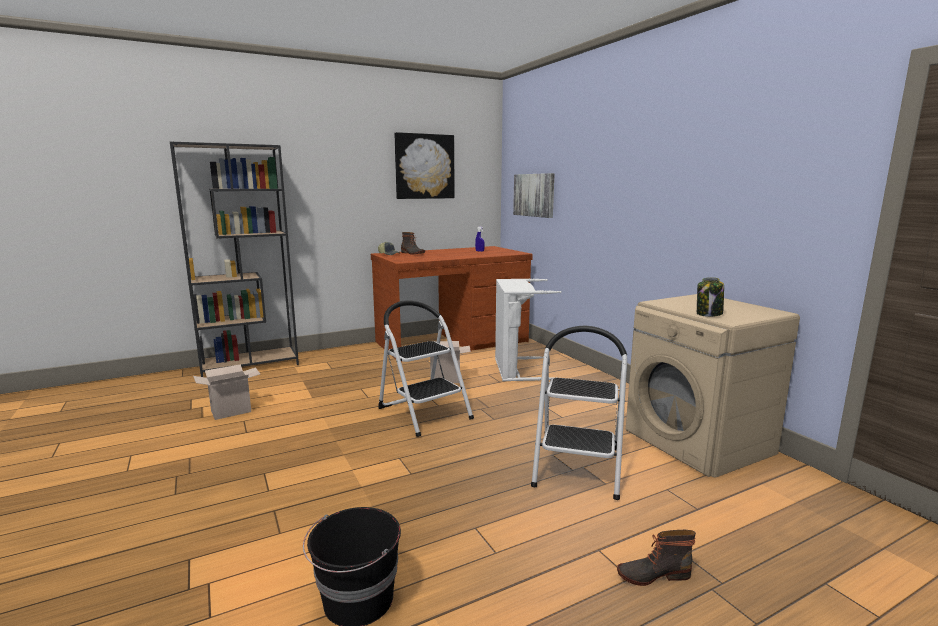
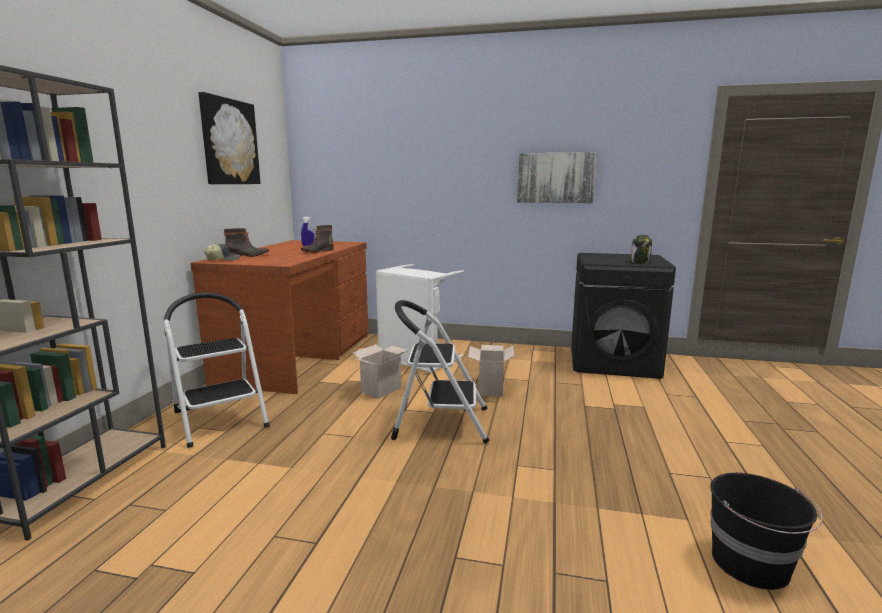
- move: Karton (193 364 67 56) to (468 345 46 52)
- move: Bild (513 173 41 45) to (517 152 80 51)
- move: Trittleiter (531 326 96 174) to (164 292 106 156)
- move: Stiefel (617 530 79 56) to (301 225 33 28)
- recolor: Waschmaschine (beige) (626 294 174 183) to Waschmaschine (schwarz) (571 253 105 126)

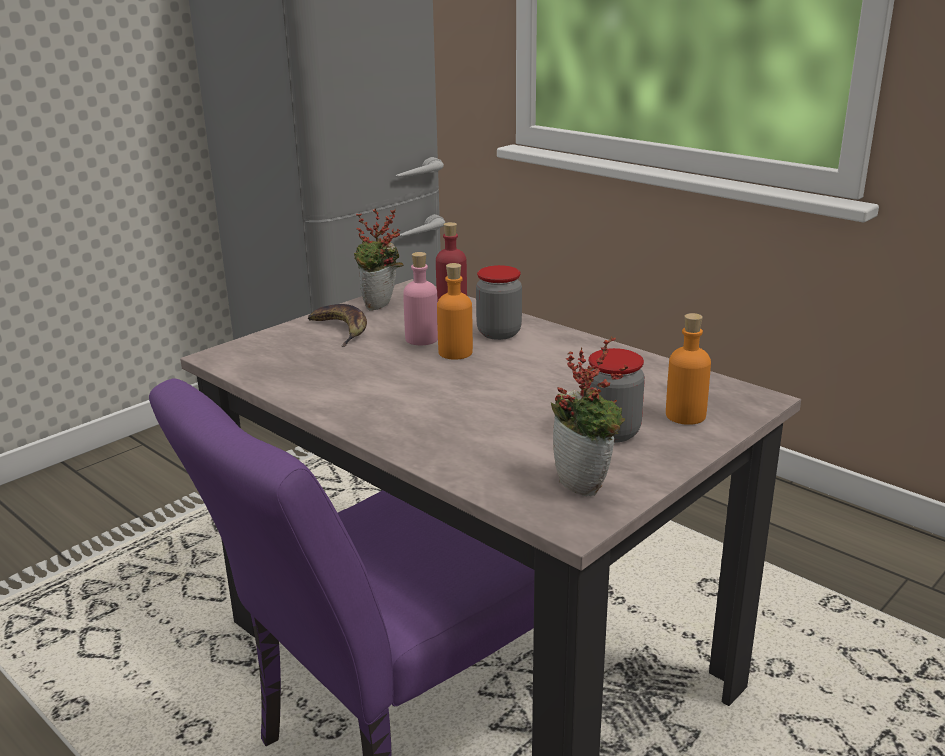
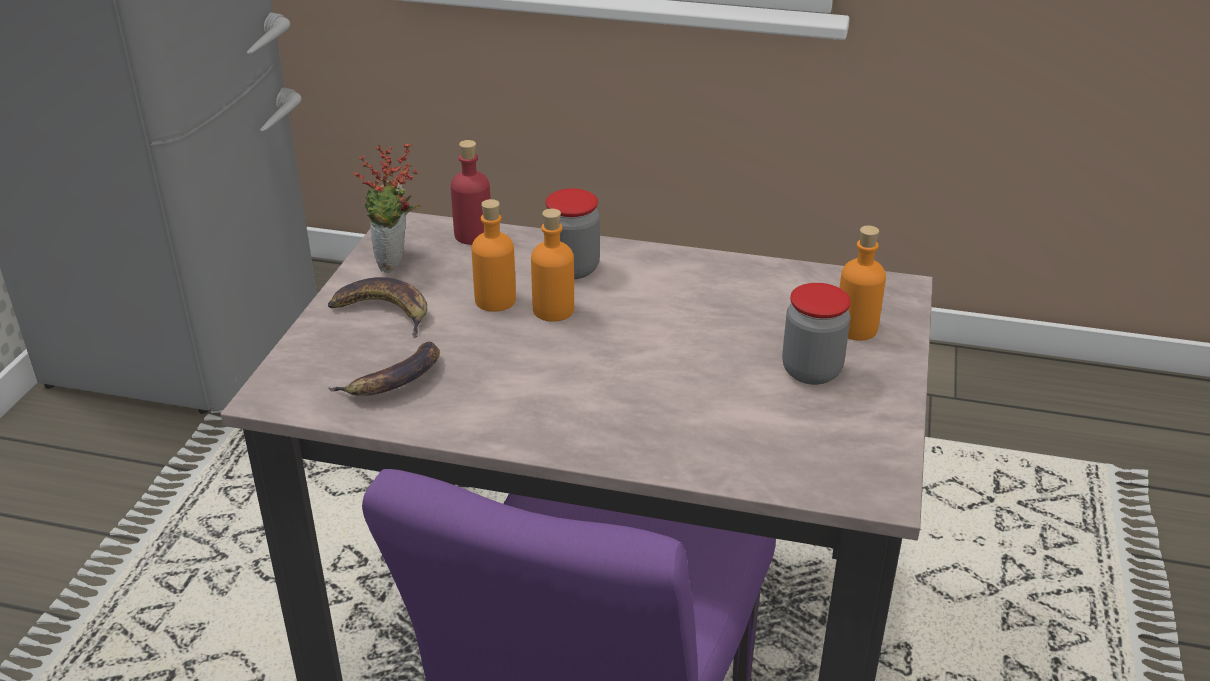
- delete: Topfpflanze (551 336 78 161)
- insert: Banane (328 342 112 54)
- recolor: Flasche (rosa) (403 252 35 93) to Flasche (orange) (472 199 44 113)

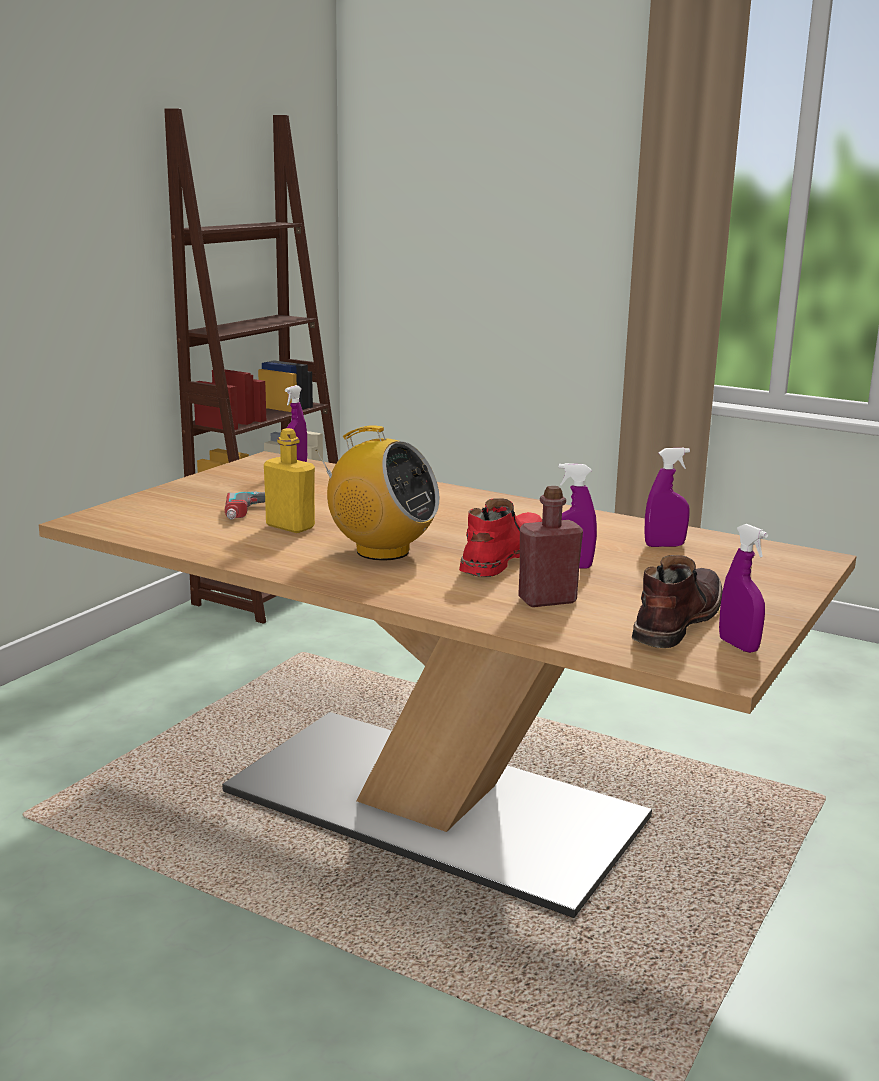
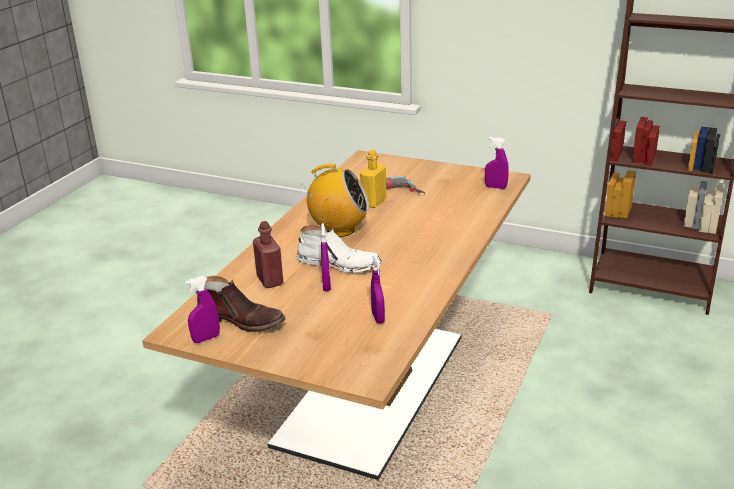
- recolor: Stiefel (rot) (459 498 83 79) to Stiefel (weiß) (297 225 85 48)
- rotate: Radio (316 425 123 135) = (301 163 68 74) 105 degrees counterclockwise

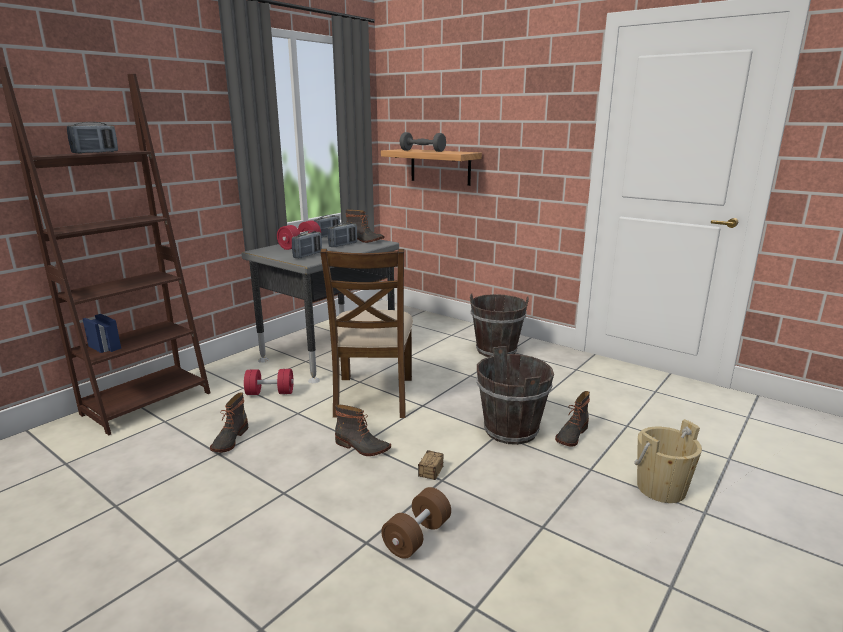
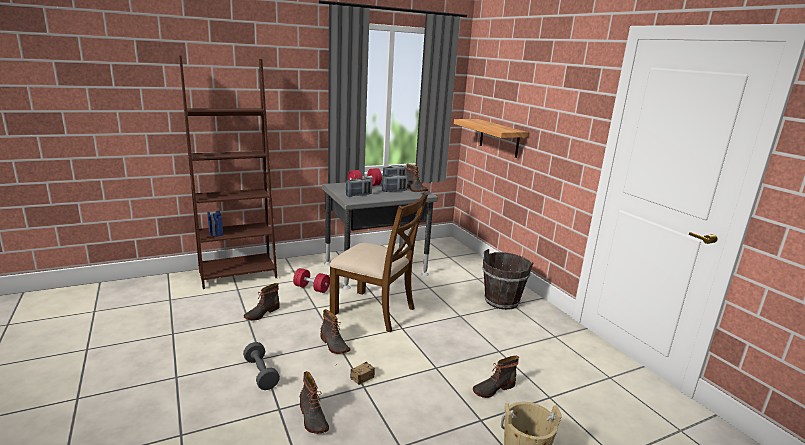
- delete: Radio (67 122 51 32)
- delete: Eimer (braun) (477 346 77 99)
- move: Hantel (grau) (400 132 46 20) to (243 342 37 48)
- replace: Hantel (braun) (381 487 70 72) to Stiefel (300 371 29 63)
- rotate: Stuhl (braun) (320 249 93 169) = (329 192 99 140) 90 degrees counterclockwise

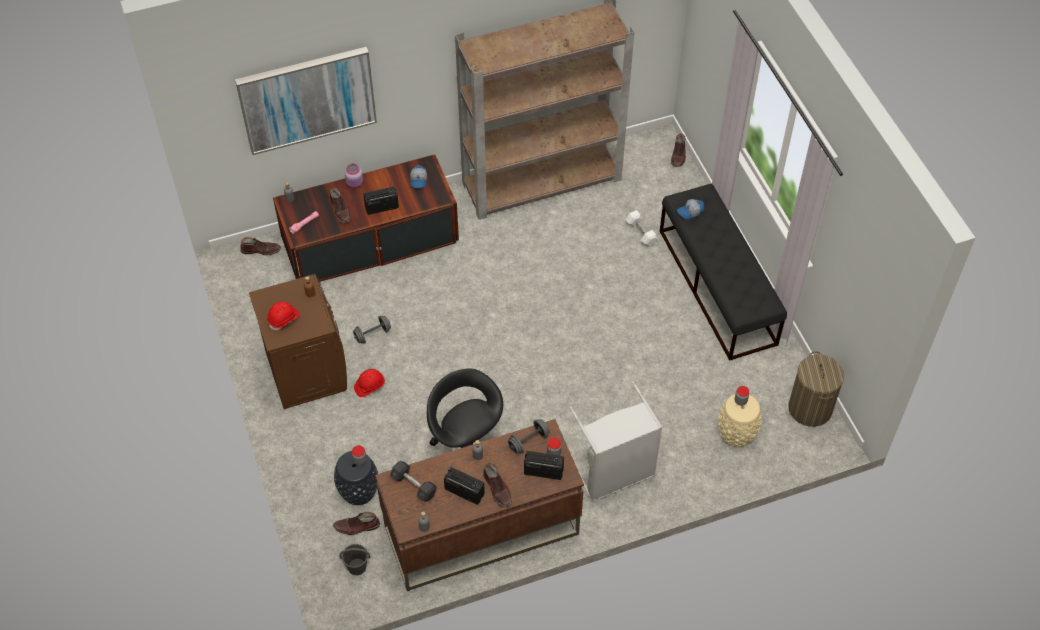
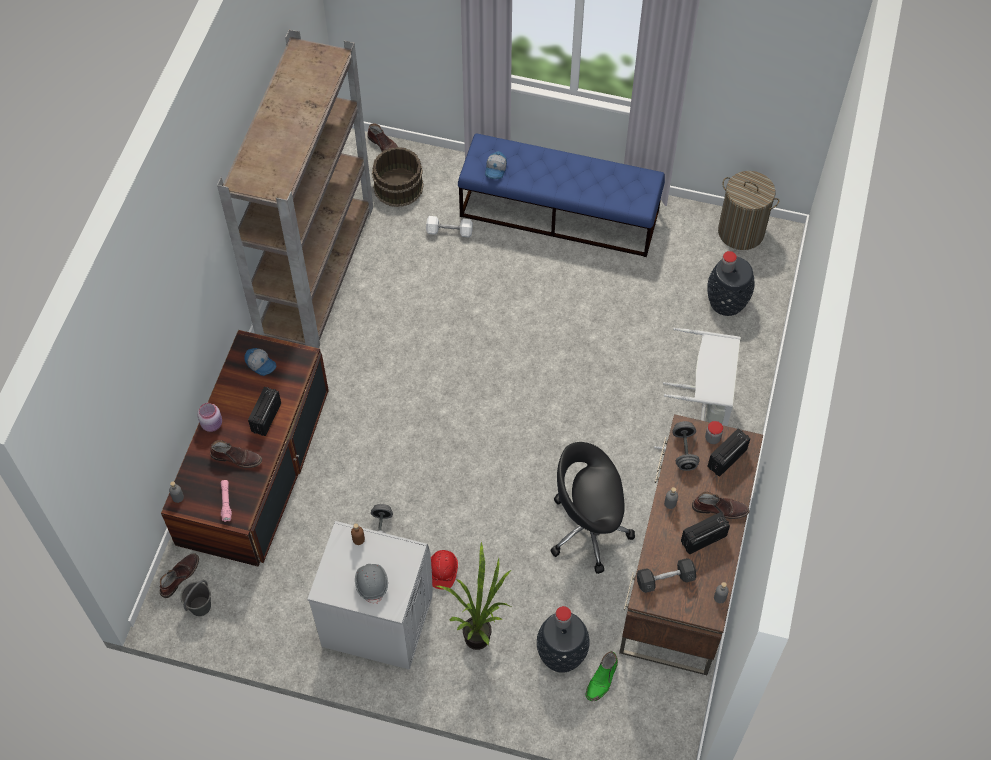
- delete: Bild (235 47 142 108)
- insert: Eimer (braun) (372 147 52 60)
- insert: Topfpflanze (436 541 76 109)
- move: Eimer (grau) (339 544 31 31) to (181 580 30 36)
- recolor: Waschmaschine (braun) (249 274 98 135) to Waschmaschine (weiß) (308 521 125 149)
- recolor: Schutzhelm (rot) (267 302 33 28) to Schutzhelm (grau) (355 564 33 40)
- recolor: Stiefel (braun) (333 512 47 23) to Stiefel (grün) (586 651 32 50)
- recolor: Bank (schwarz) (660 184 127 177) to Bank (blau) (458 133 207 124)
- recolor: Hocker (beige) (718 394 44 53) to Hocker (schwarz) (707 257 48 59)

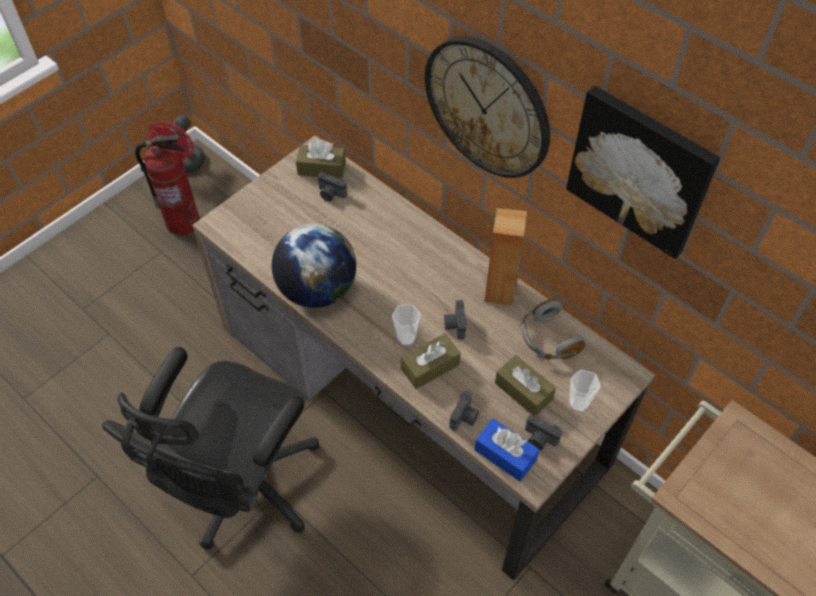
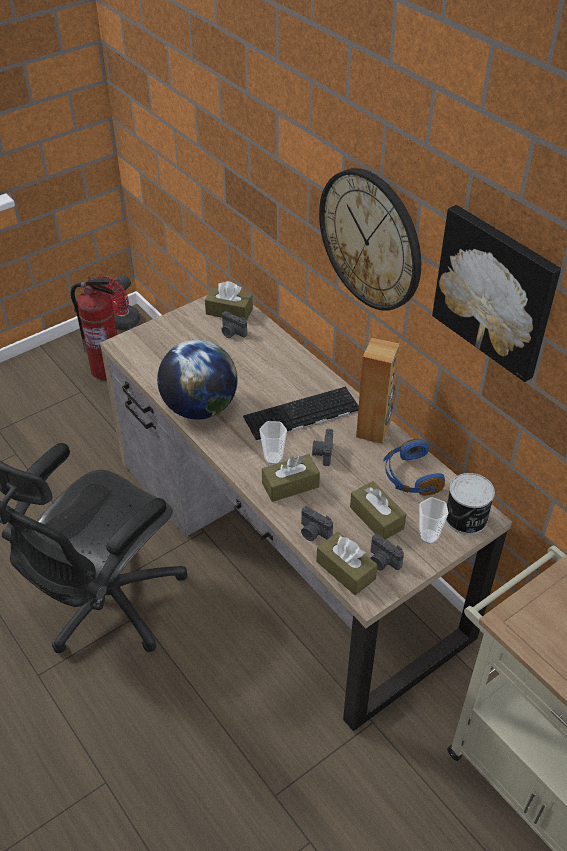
- insert: Tastatur (243 387 116 54)
- insert: Dose (446 473 49 62)
- recolor: Taschentuchbox (blau) (474 419 65 62) to Taschentuchbox (braun) (316 532 62 63)
- recolor: Kopfhörer (grau) (519 299 66 60) to Kopfhörer (blau) (384 439 61 57)
- rotate: Kamera (449 390 30 41) = (301 506 32 35) 90 degrees clockwise

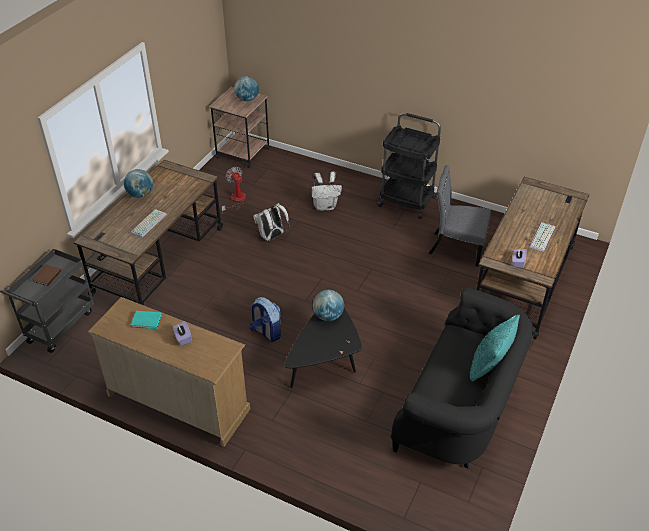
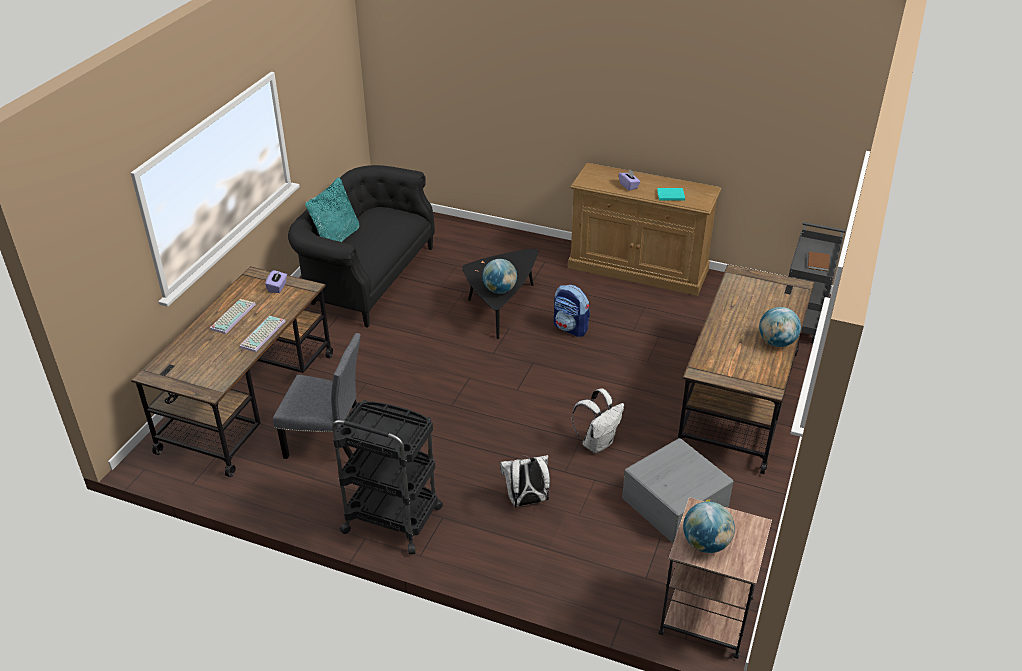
- move: Tastatur (131 209 36 29) to (240 316 46 36)
- replace: Ventilator (222 167 24 48) to Aufbewahrungsbox (grau) (622 438 111 105)

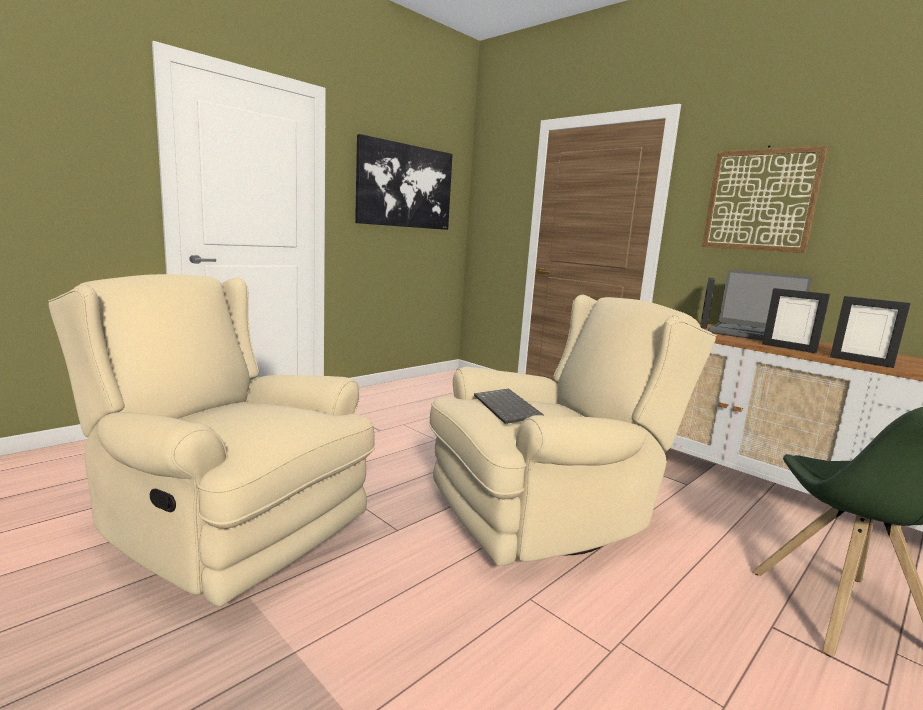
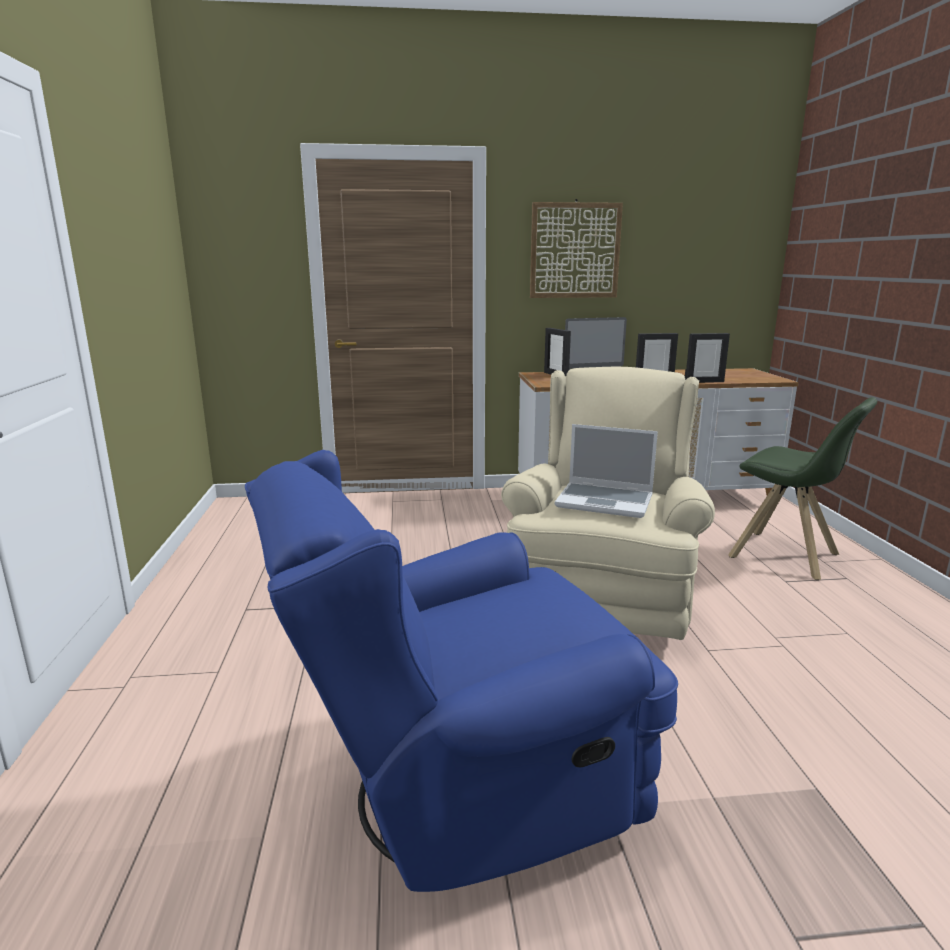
- delete: Bild (355 134 98 96)
- replace: Tastatur (474 388 70 36) to Laptop (555 424 103 94)
- recolor: Sessel (beige) (48 274 327 332) to Sessel (blau) (245 450 433 442)

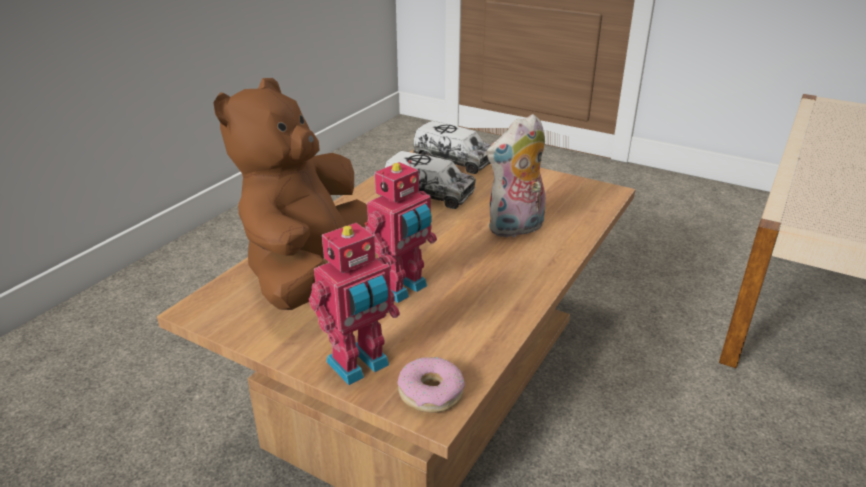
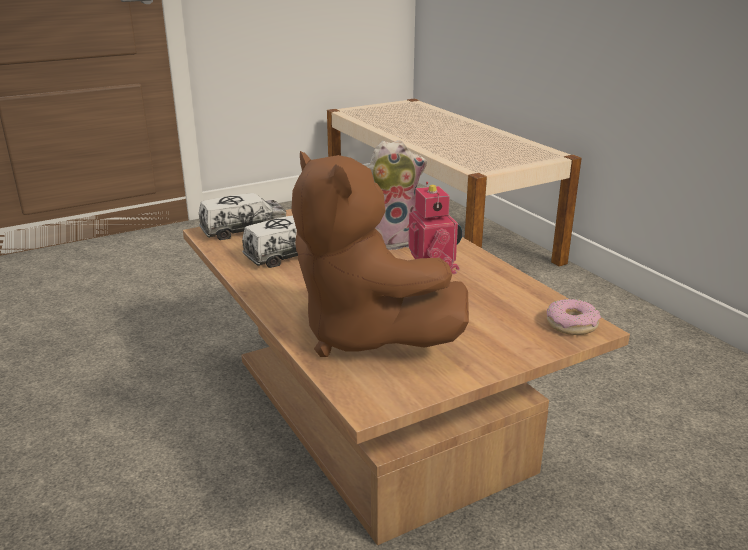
- delete: Spielzeugroboter (309 222 91 163)
- rotate: Plüschtier (486 114 59 123) = (368 140 59 110) 105 degrees counterclockwise

